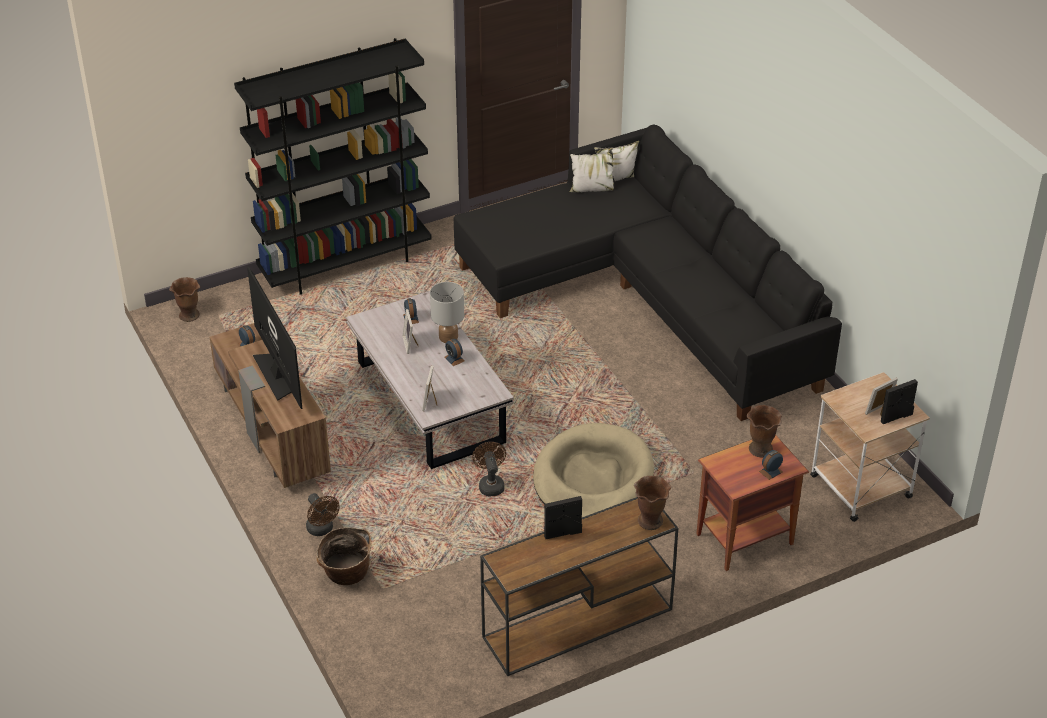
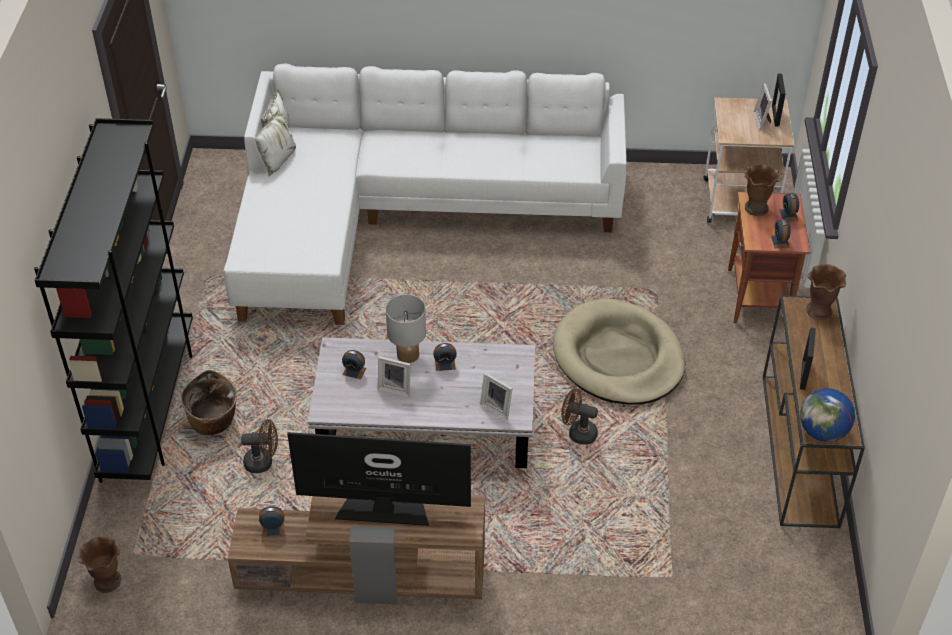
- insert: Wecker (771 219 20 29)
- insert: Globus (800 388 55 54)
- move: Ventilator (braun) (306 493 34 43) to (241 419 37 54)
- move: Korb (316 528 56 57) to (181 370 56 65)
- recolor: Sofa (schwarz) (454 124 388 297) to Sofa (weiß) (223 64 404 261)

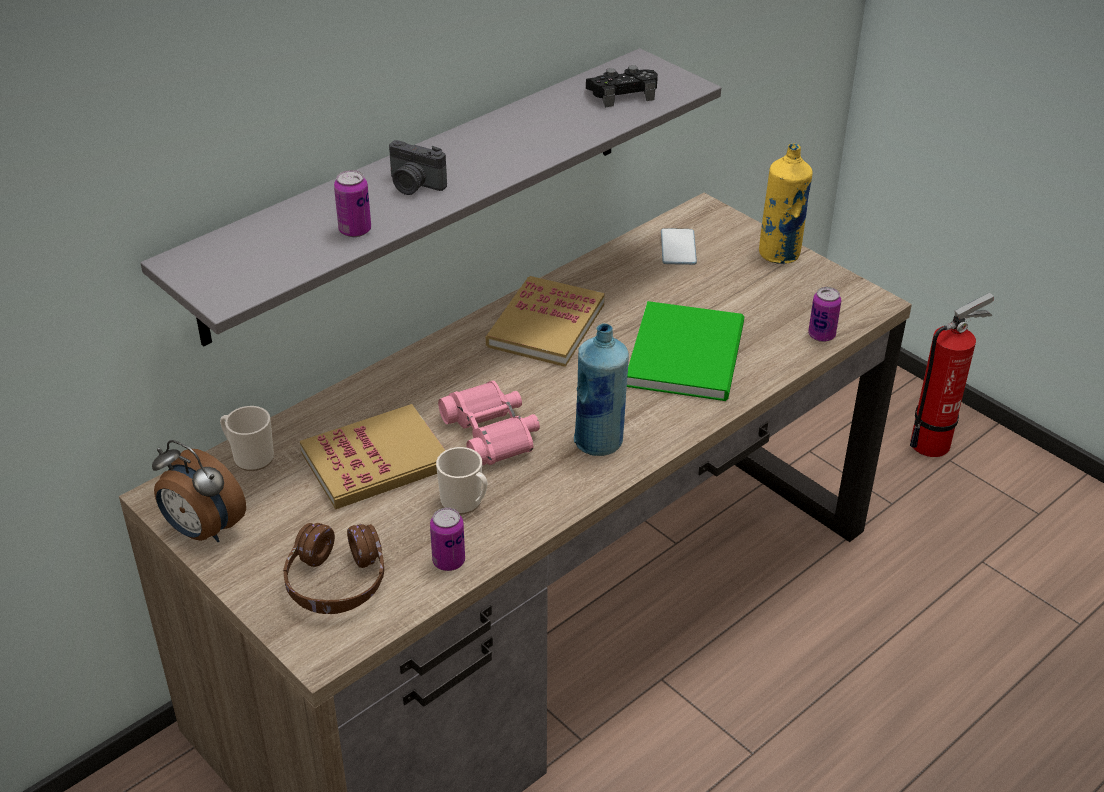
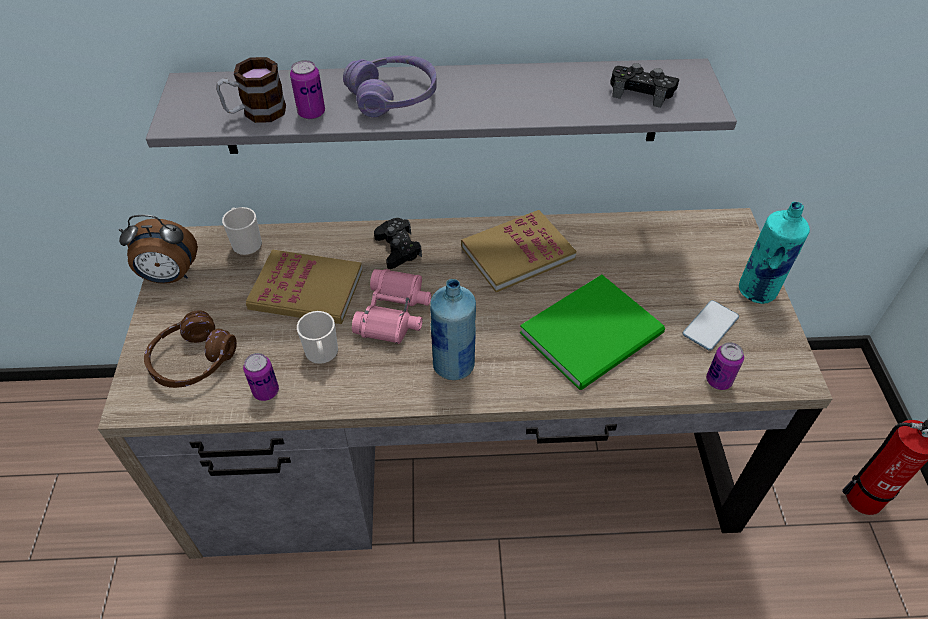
- insert: Henkelbecher (216 57 70 66)
- insert: Gamepad (schwarz) (374 218 48 51)
- move: Handy (661 228 36 37) to (682 300 57 51)
- replace: Kamera (389 140 58 55) to Kopfhörer (lila) (343 55 94 62)
- recolor: Flasche (gelb) (759 144 54 120) to Flasche (türkis) (739 202 71 102)
- rotate: Wecker (152 440 94 102) = (119 215 79 69) 75 degrees counterclockwise

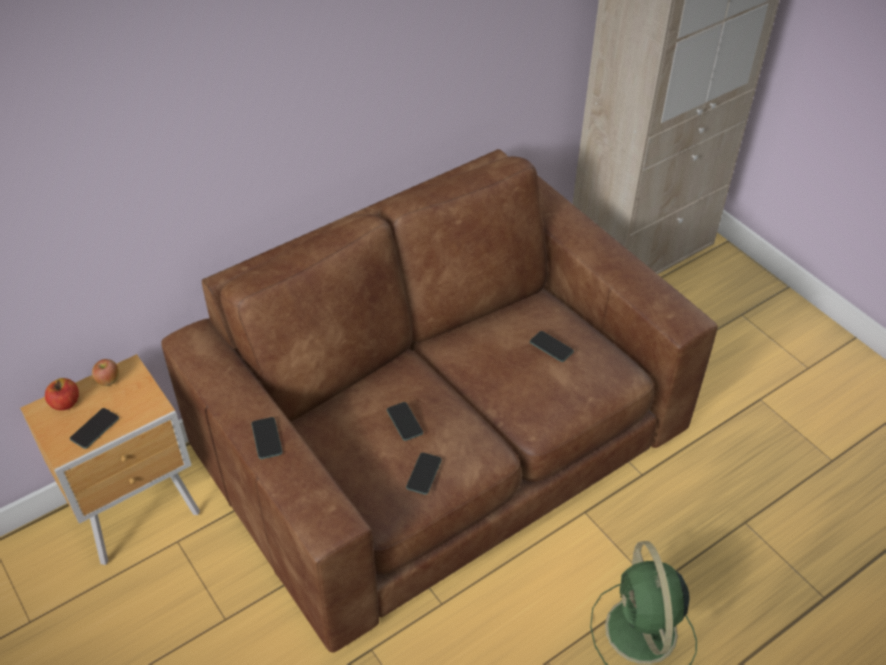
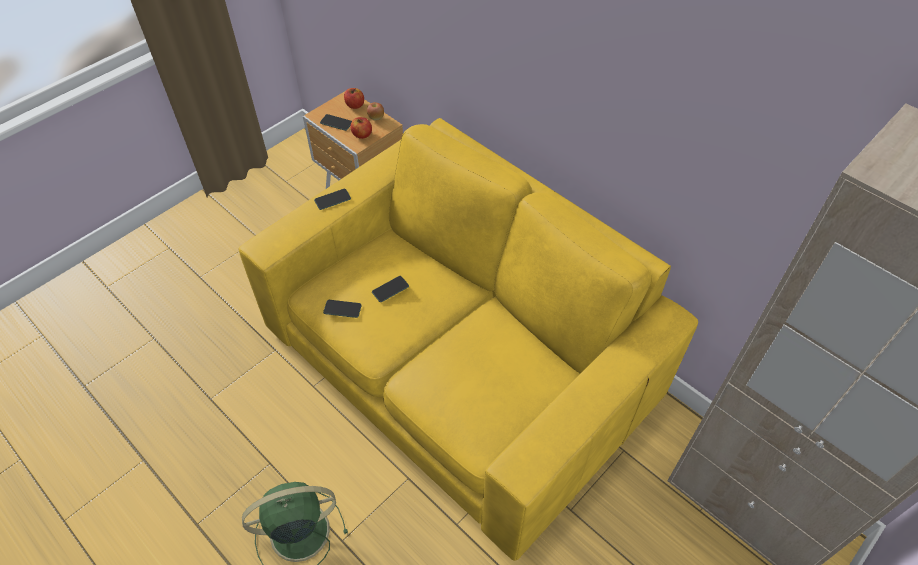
- delete: Handy (530 331 44 31)
- insert: Apfel (350 117 22 22)
- recolor: Sofa (braun) (161 149 557 504) to Sofa (gelb) (239 118 459 443)

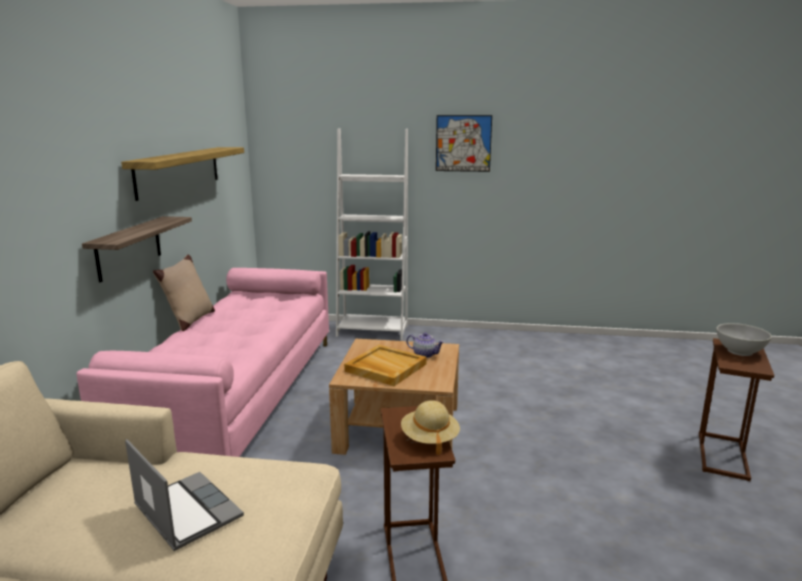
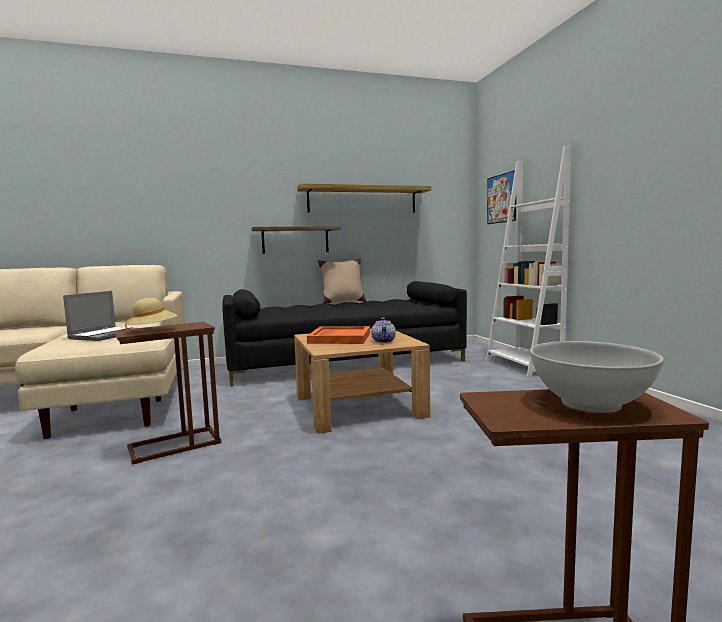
- move: Bild (436 115 56 57) to (487 170 29 54)
- recolor: Sofa (rosa) (77 268 252 189) to Sofa (schwarz) (222 281 245 106)
- recolor: Tablett (beige) (344 345 83 41) to Tablett (orange) (307 326 63 18)

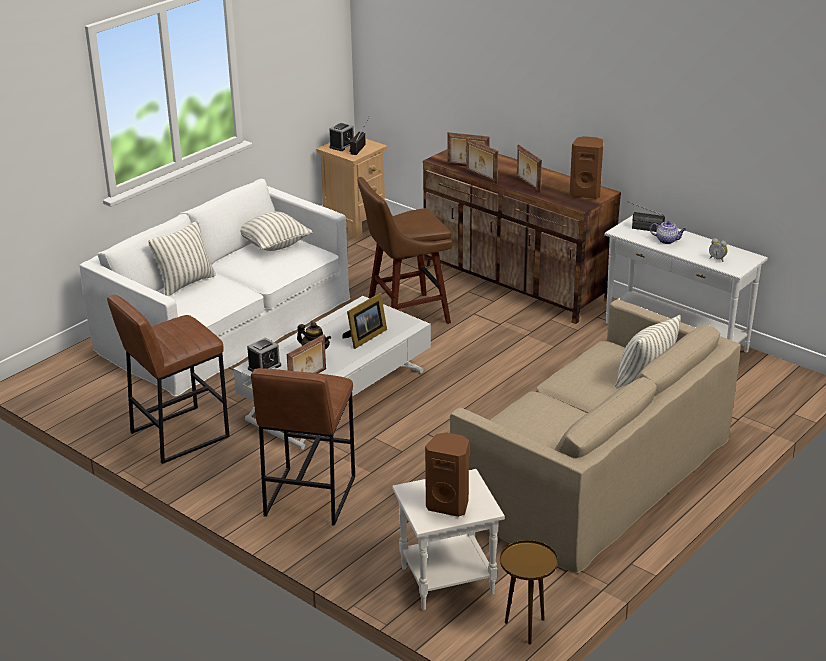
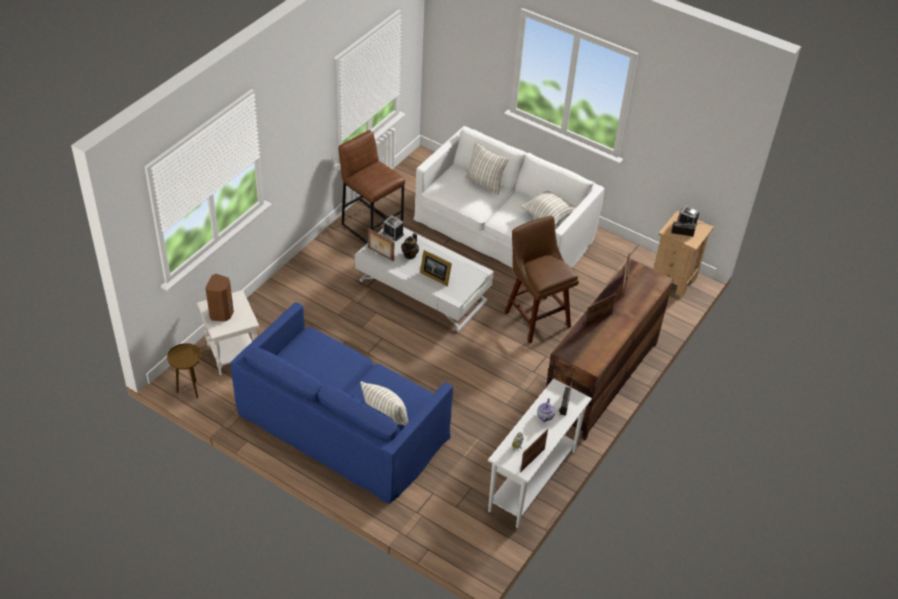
- delete: Hocker (braun) (251 368 104 158)
- delete: Lautsprecher (braun) (570 136 33 63)
- move: Bilderrahmen (466 138 32 45) to (520 429 28 43)
- recolor: Sofa (beige) (450 299 291 274) to Sofa (blau) (230 302 223 202)

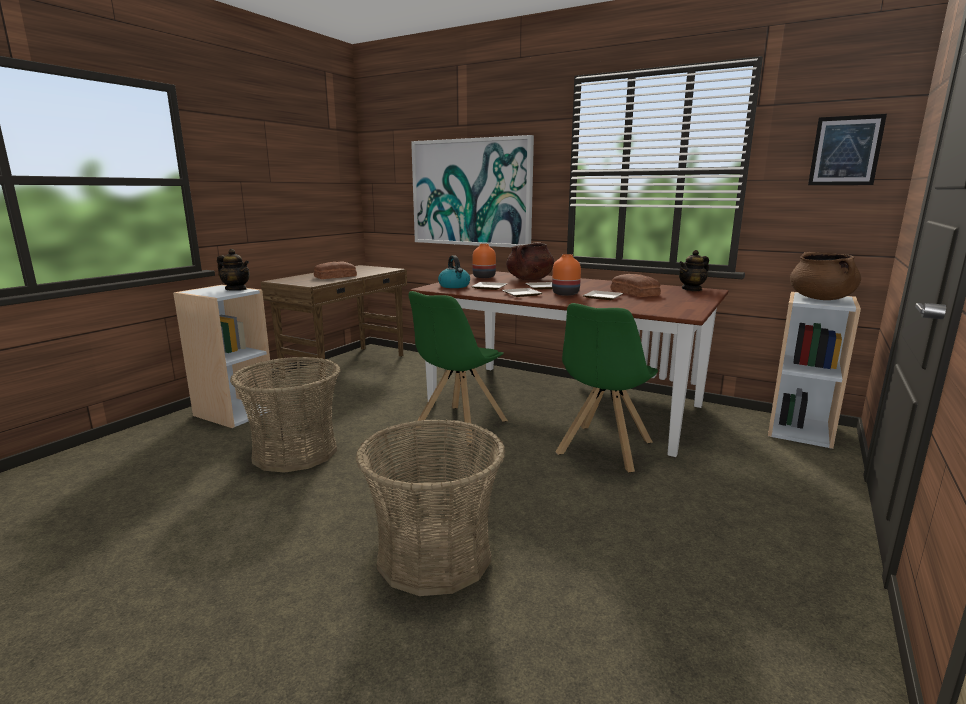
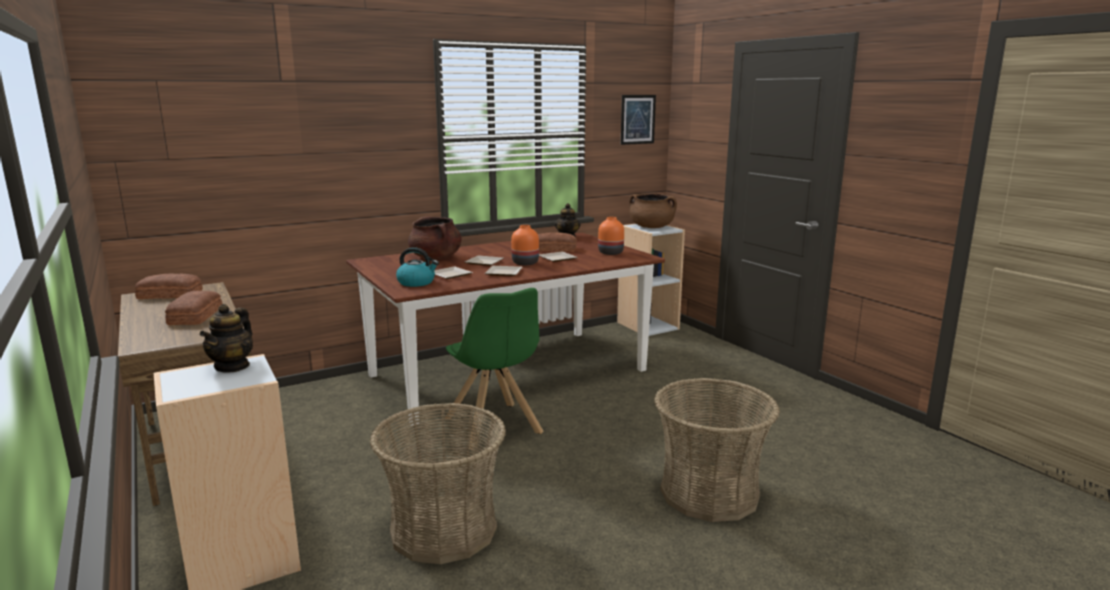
- delete: Bild (411 135 123 113)
- delete: Stuhl (grün) (555 303 103 170)
- insert: Brot (135 274 68 25)
- move: Vase (orange) (472 244 24 34) to (598 217 26 38)
- rotate: Teekanne (217 249 33 42) = (200 304 53 69) 135 degrees clockwise

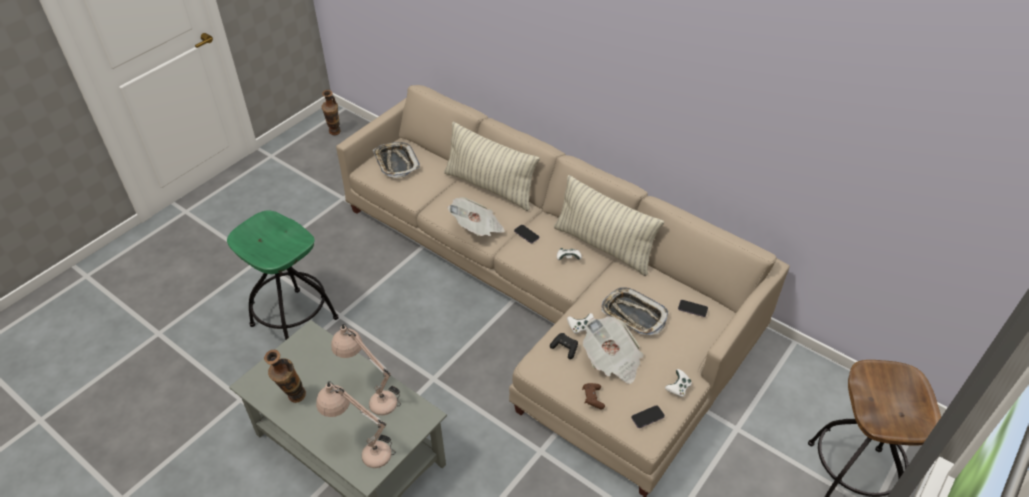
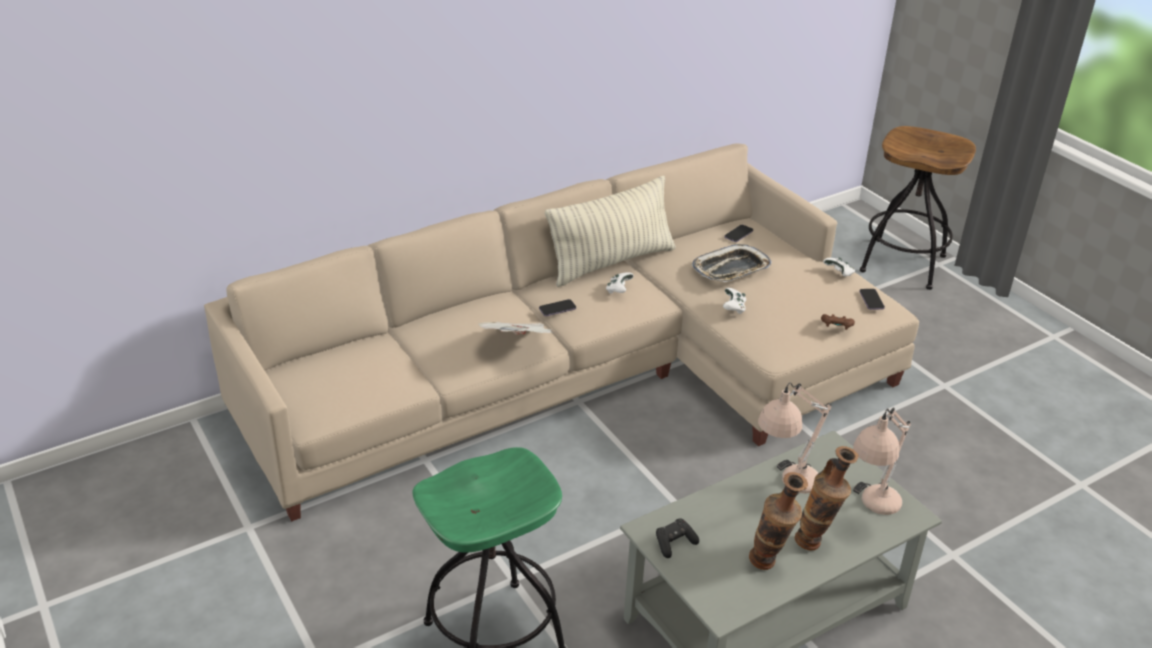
- delete: Tablett (373 142 47 36)
- delete: Kissen (444 122 96 89)
- delete: Zeitung (583 316 61 68)
- move: Vase (322 90 18 45) to (795 446 64 105)
- move: Gamepad (schwarz) (550 333 28 26) to (656 518 43 40)

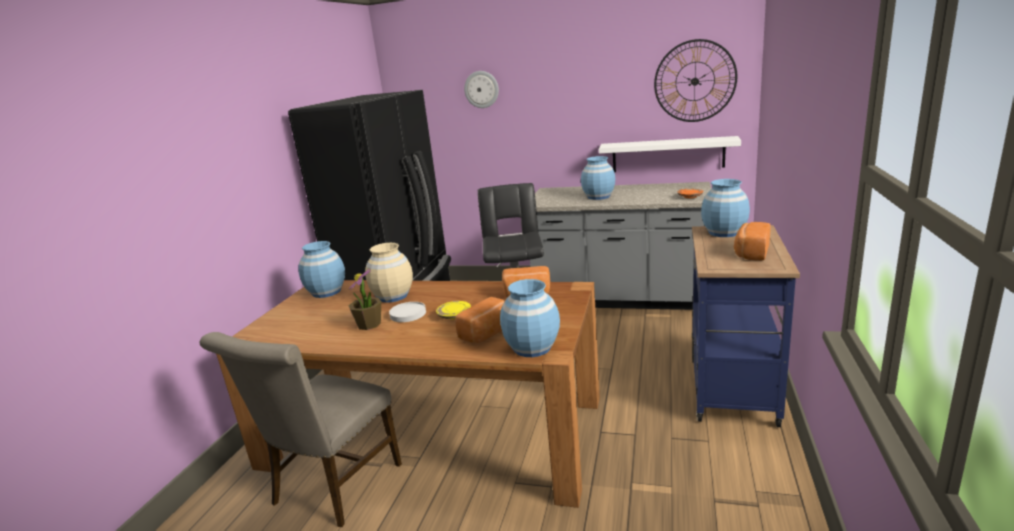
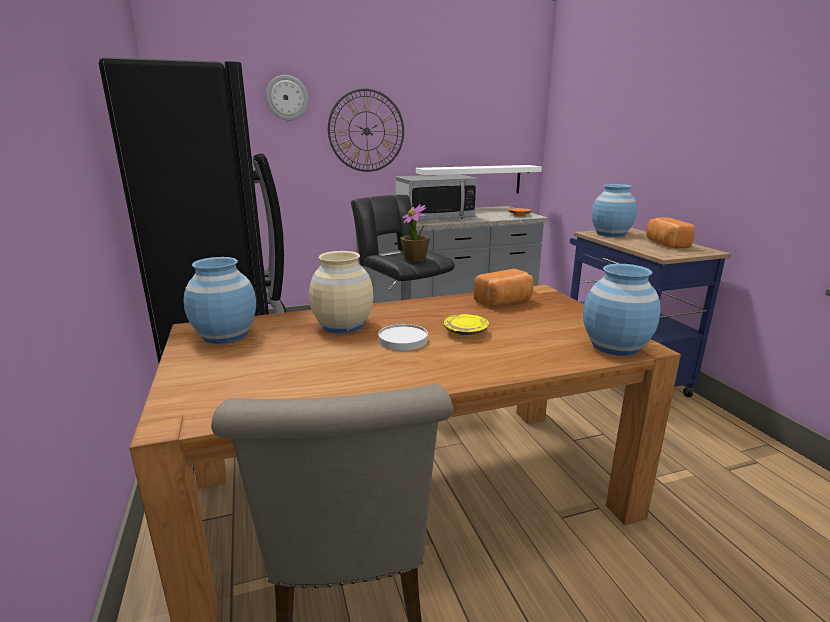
- delete: Brot (455 297 50 46)
- move: Topfpflanze (348 268 33 62) to (400 204 30 58)
- move: Wanduhr (654 39 83 83) to (328 89 76 83)
- replace: Vase (blau) (581 156 34 44) to Mikrowelle (396 174 81 48)

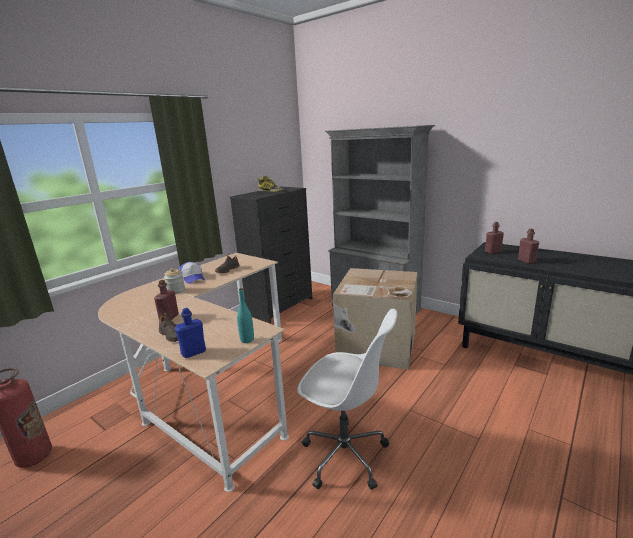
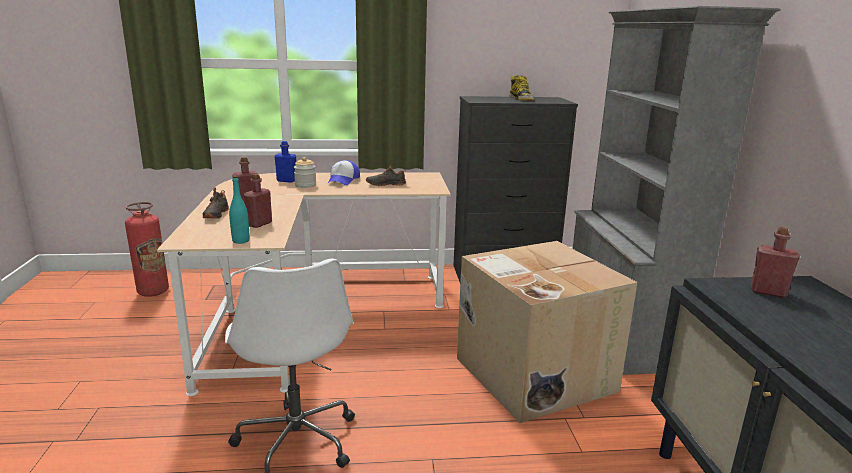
- move: Flasche (blau) (175 308 31 50) to (275 141 21 42)
- move: Flasche (rot) (518 229 21 35) to (244 174 28 54)

